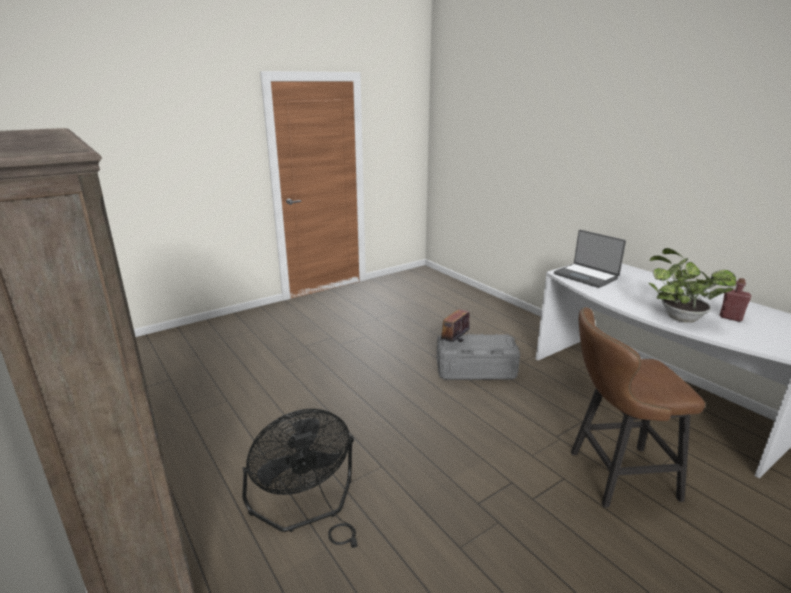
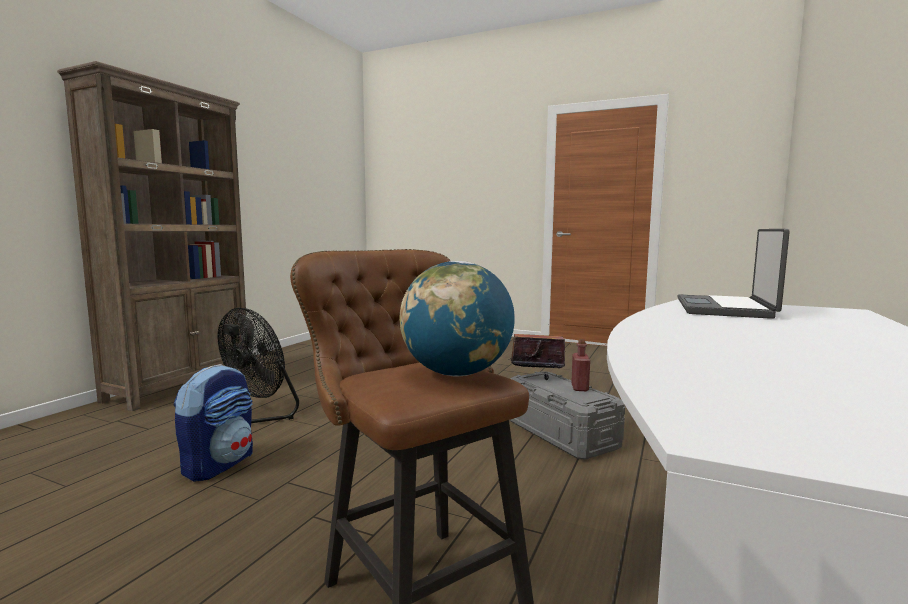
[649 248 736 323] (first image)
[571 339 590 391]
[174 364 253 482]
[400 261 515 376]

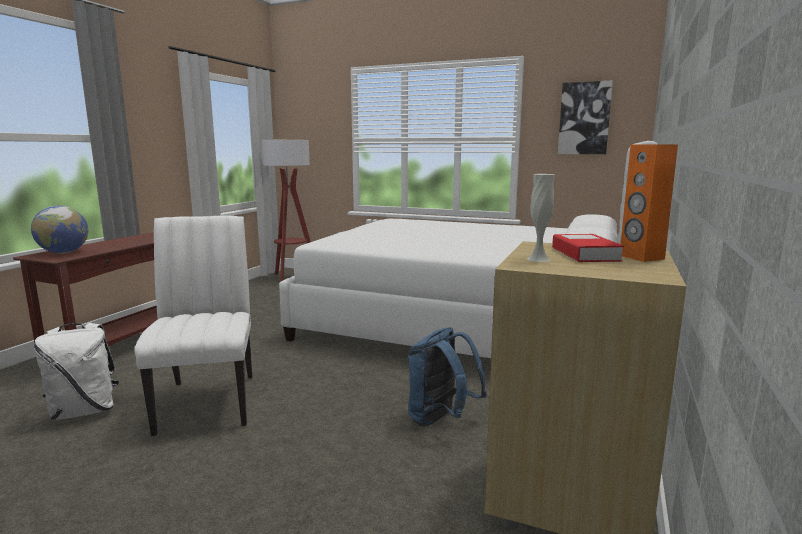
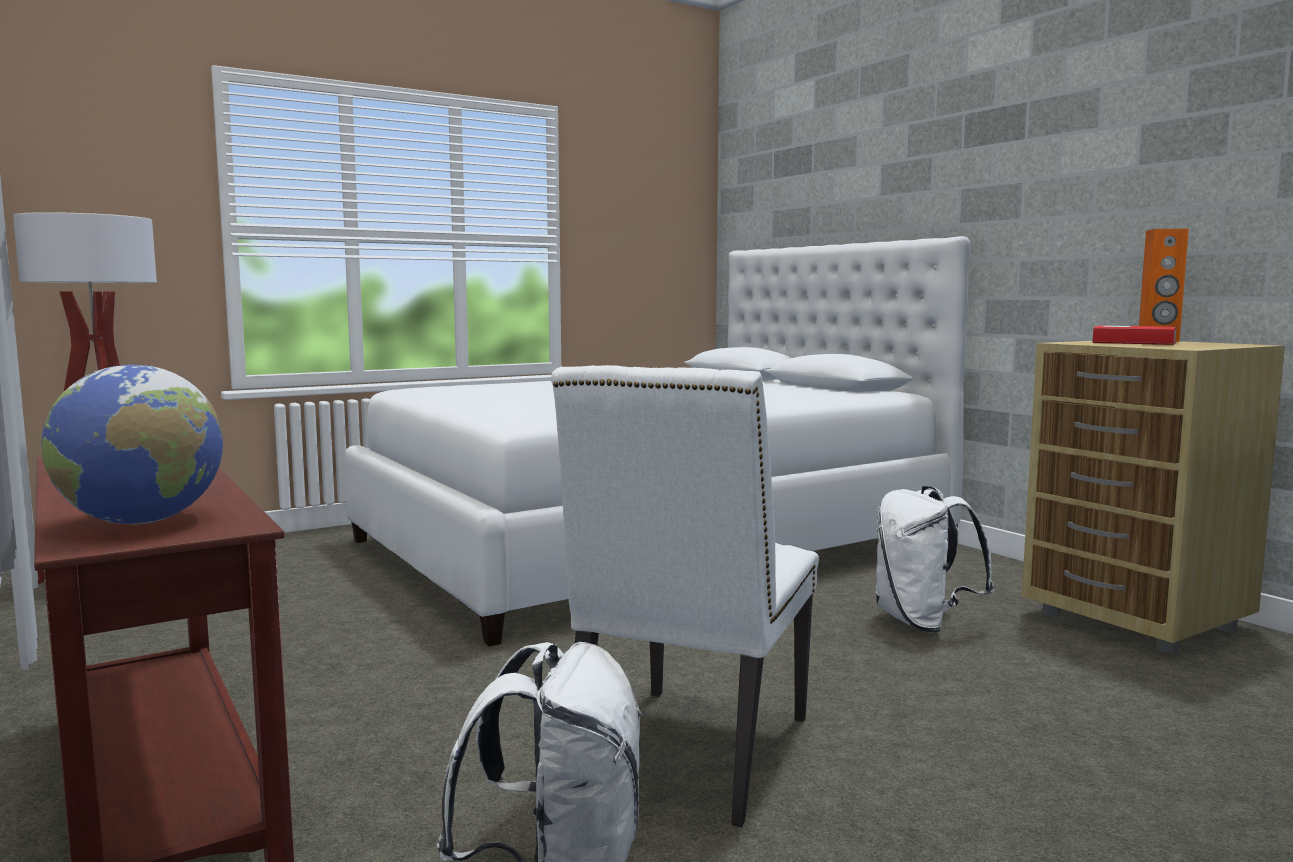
[551 365 819 827]
[875 486 994 633]
[526 174 555 262] (first image)
[558 81 613 154] (first image)

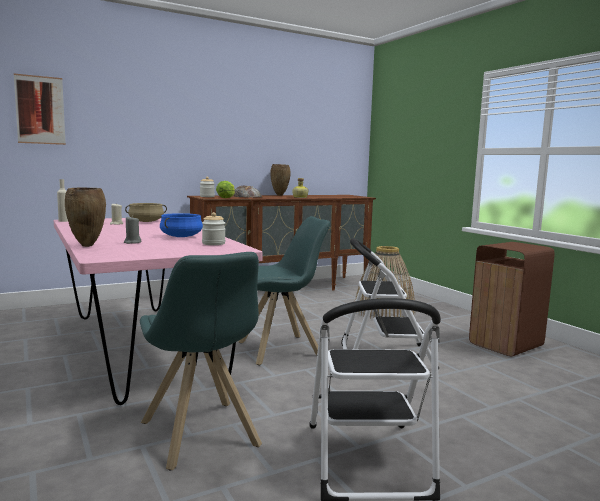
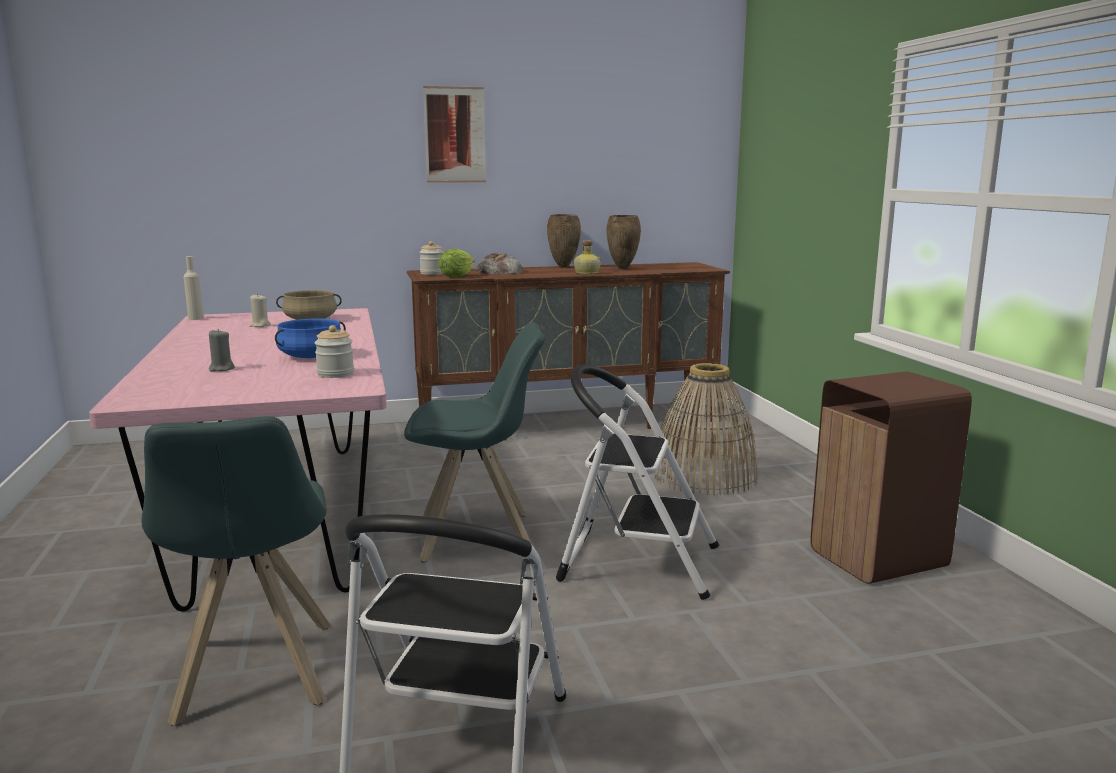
[423 86 486 183]
[606 215 641 269]

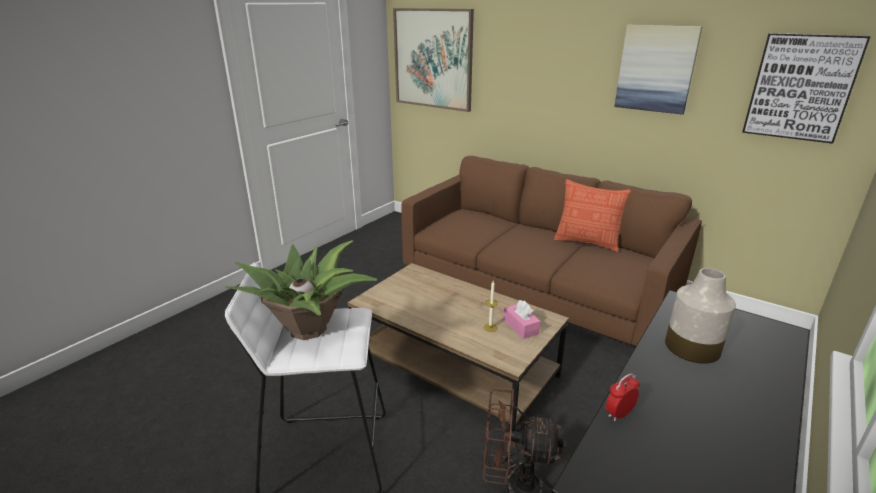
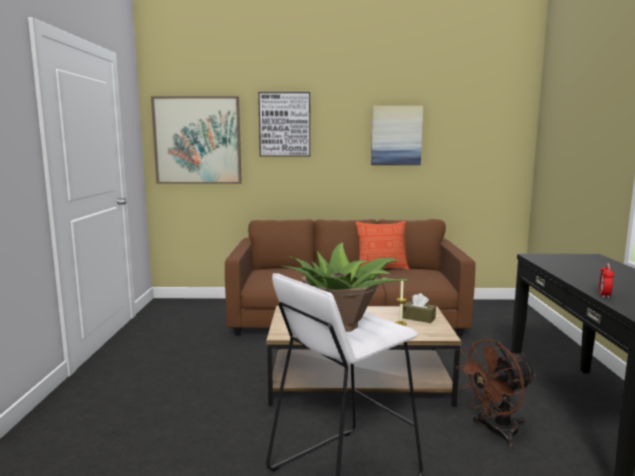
[403 293 436 323]
[665 268 736 364] (first image)
[258 92 310 157]

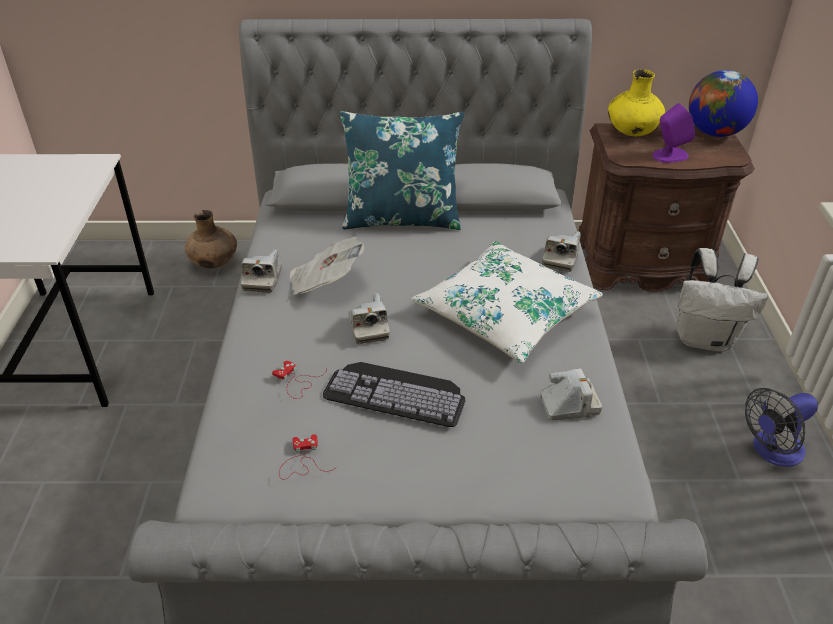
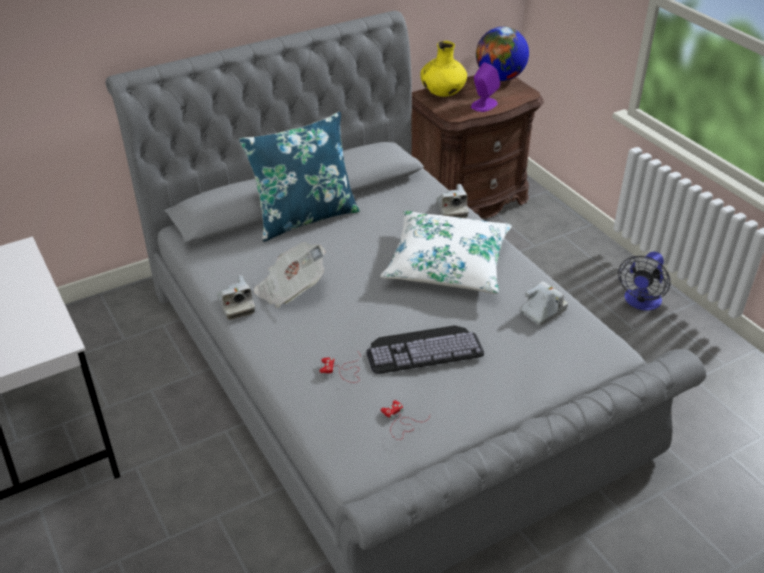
[185 210 237 269] (first image)
[348 293 390 344] (first image)
[676 248 768 352] (first image)

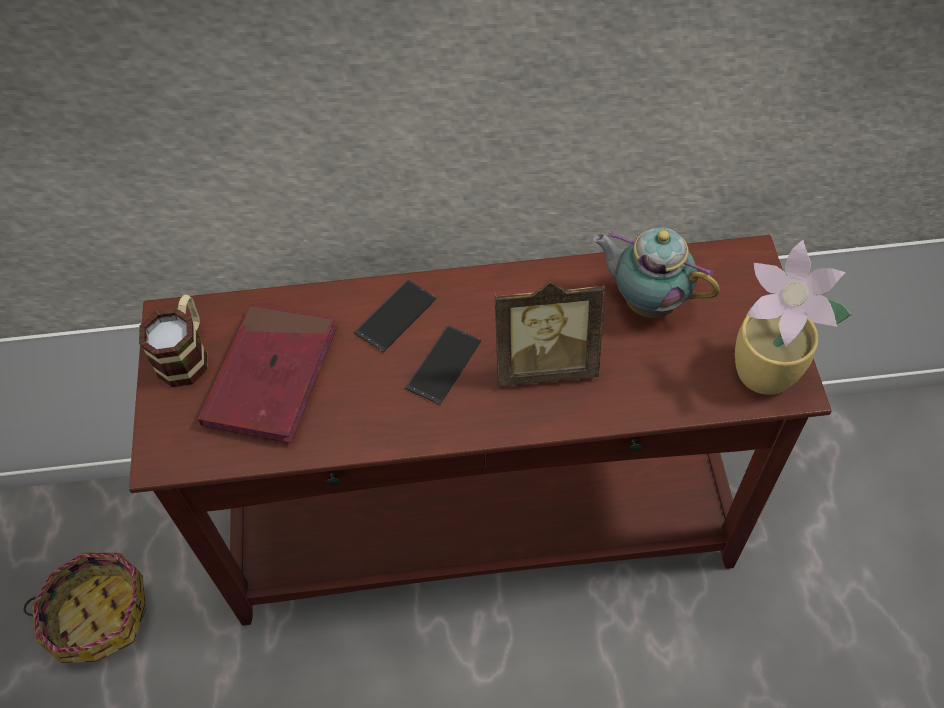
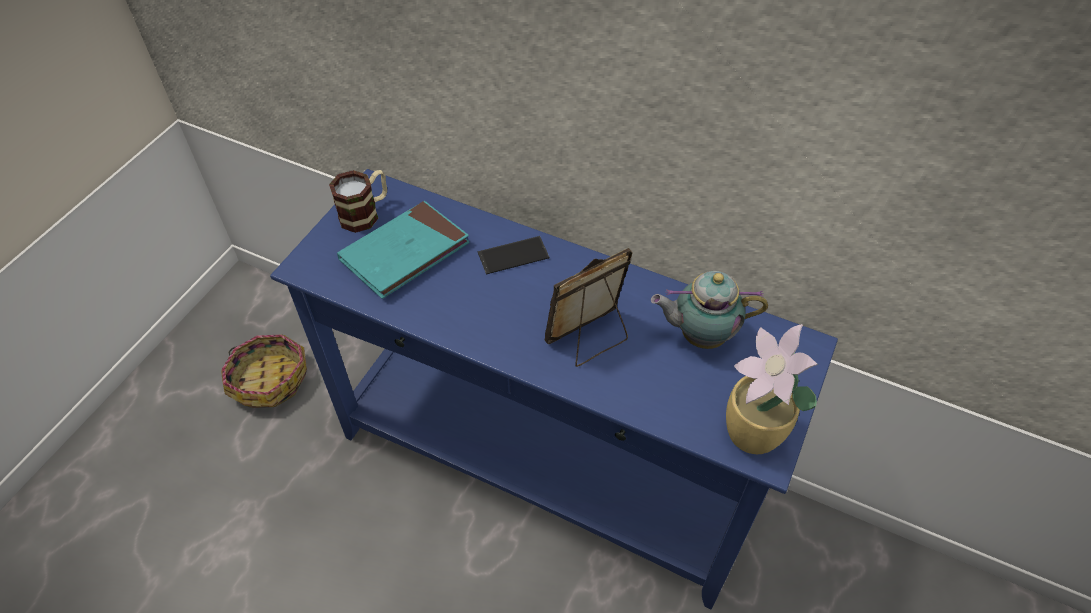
[270 169 838 609]
[337 201 470 299]
[405 325 482 405] (first image)
[545 248 633 367]
[651 271 768 349]

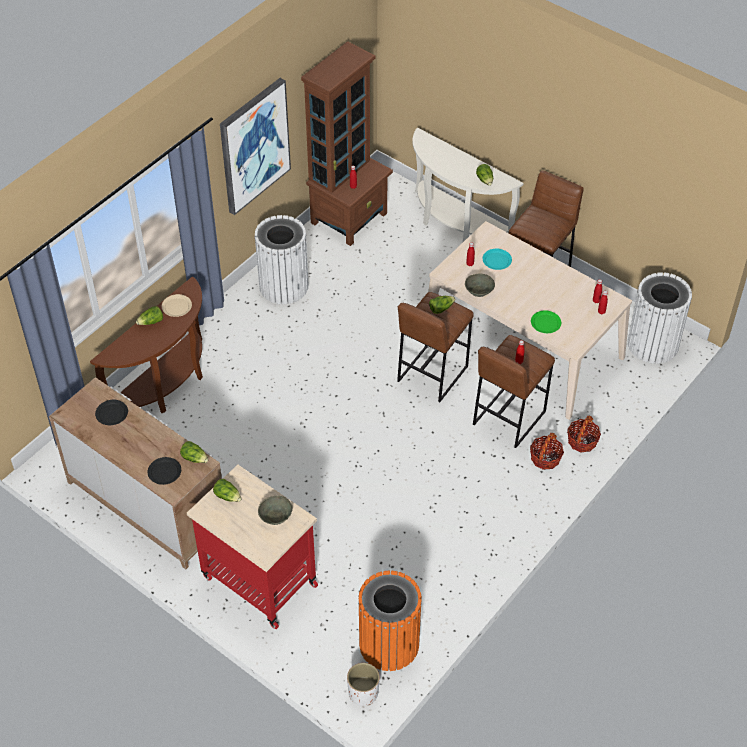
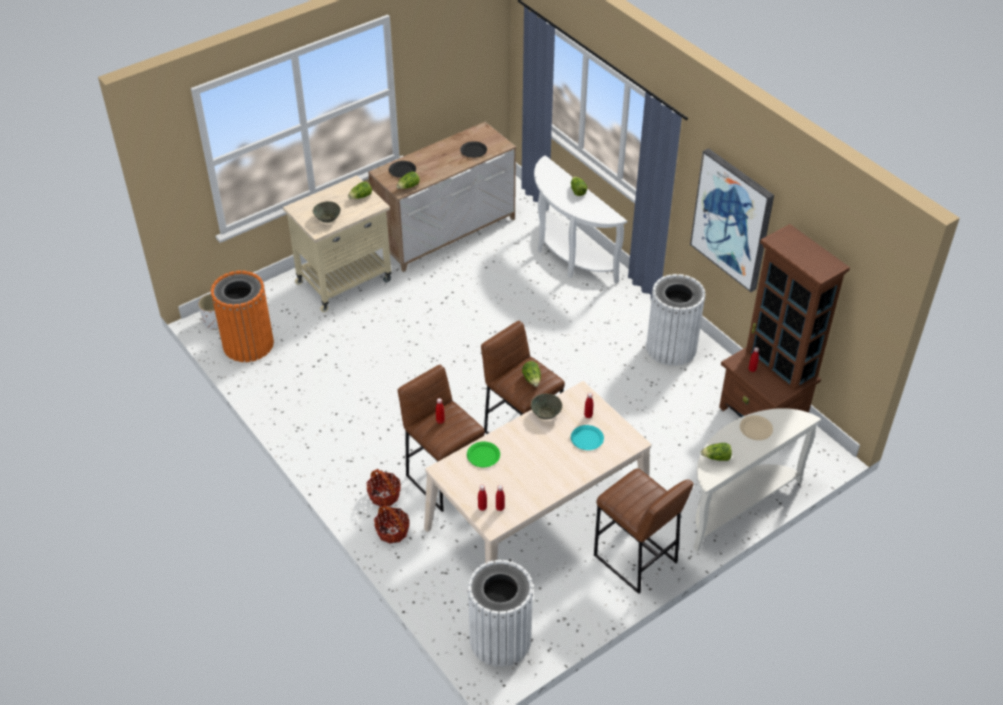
[534 155 627 284]
[740 415 773 440]
[283 175 392 312]

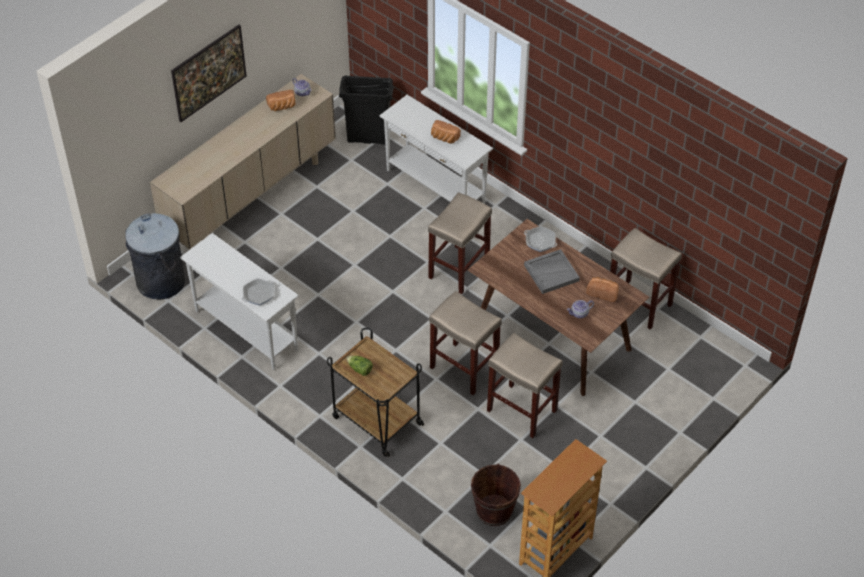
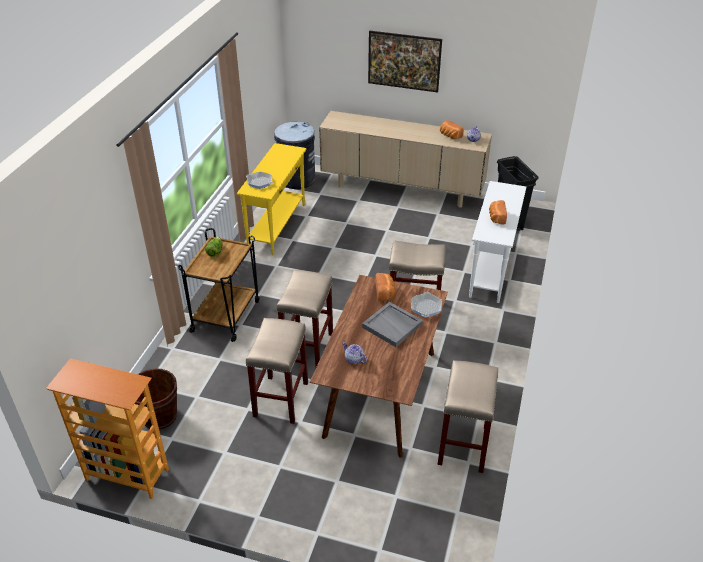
[236 143 307 255]
[375 273 395 301]

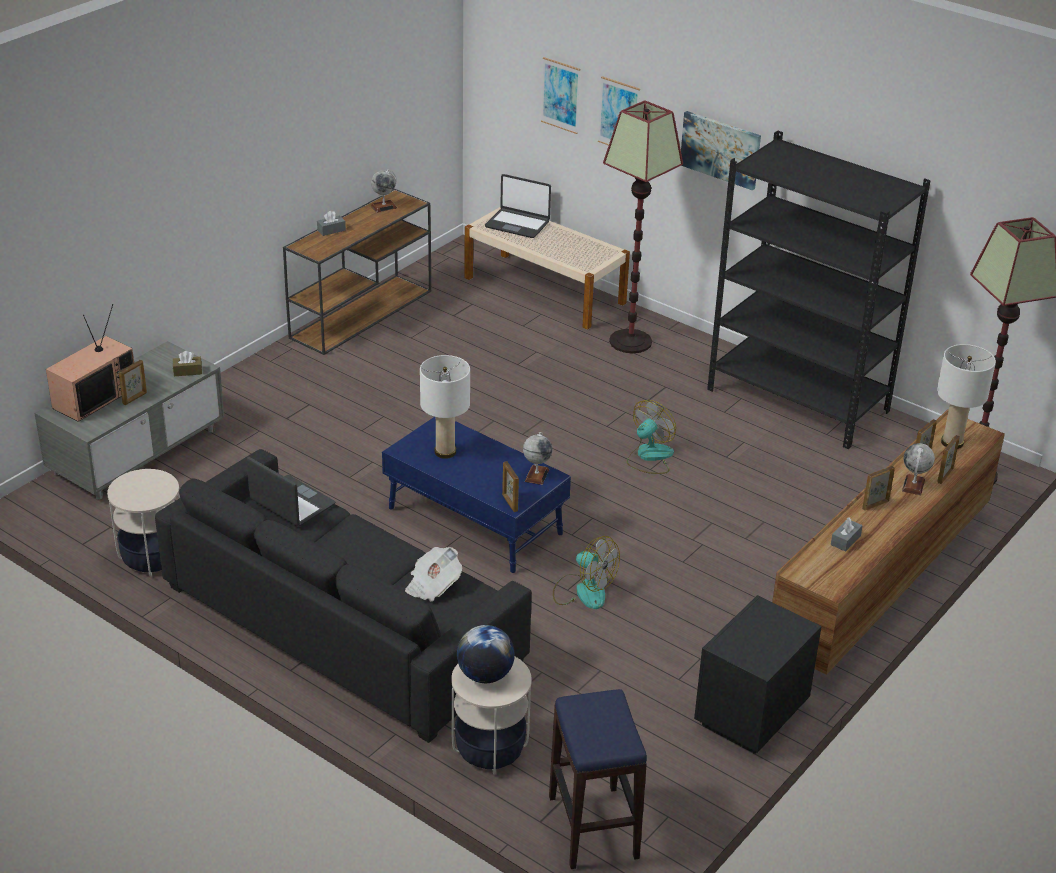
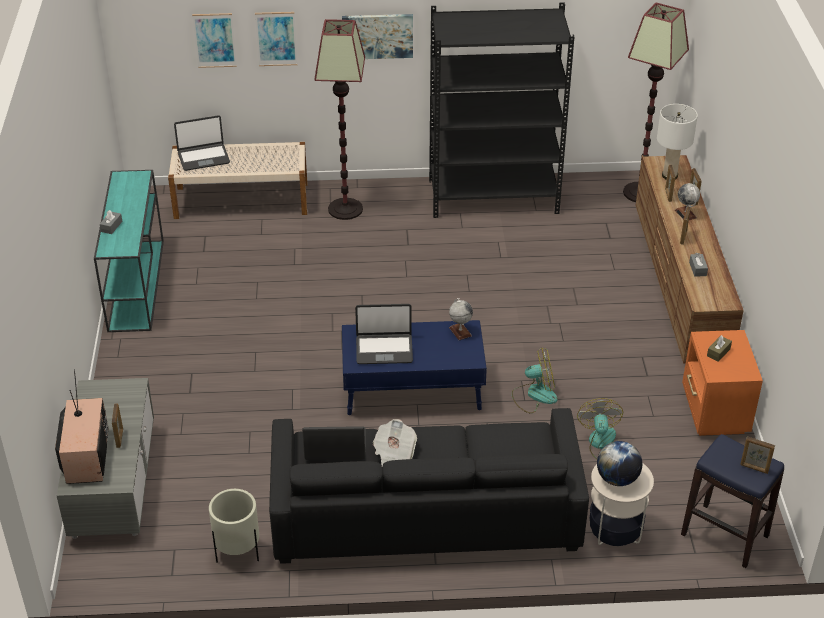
[209 489 259 563]
[707 335 732 362]
[94 170 164 332]
[371 169 397 213] (first image)
[373 419 417 466]
[355 304 413 364]
[740 436 775 474]
[577 398 623 459]
[682 330 763 436]

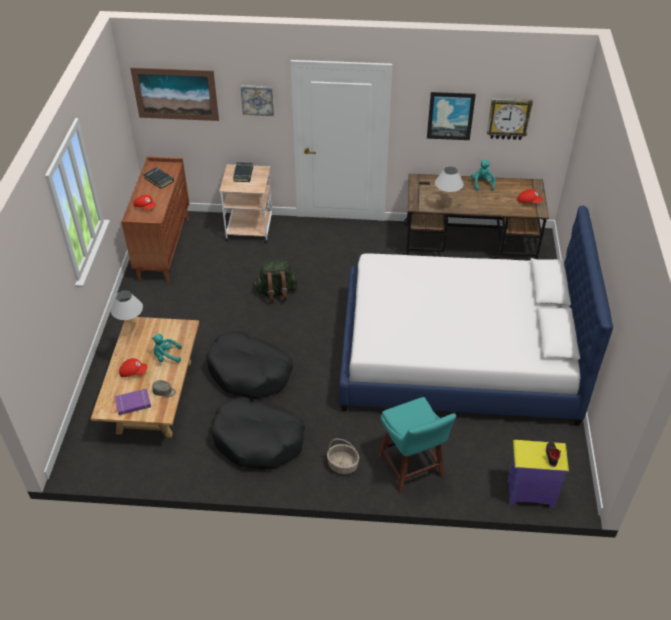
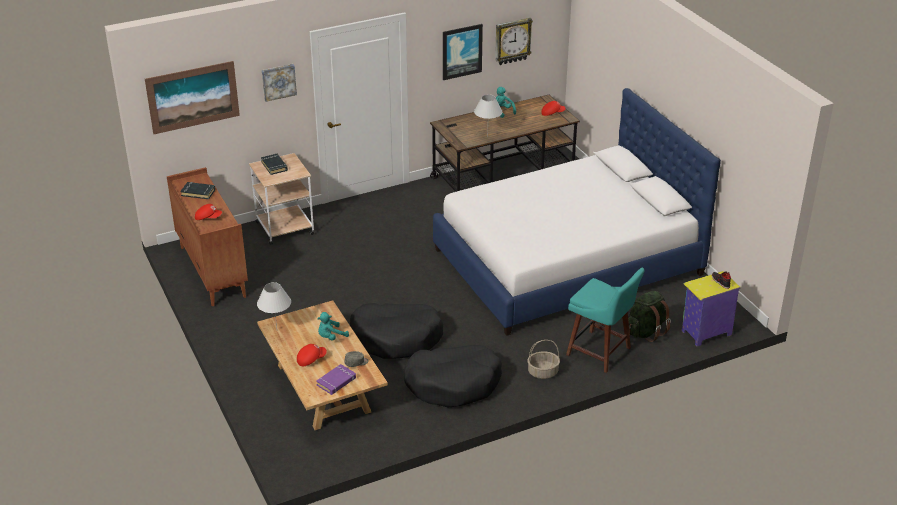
[628 291 671 342]

